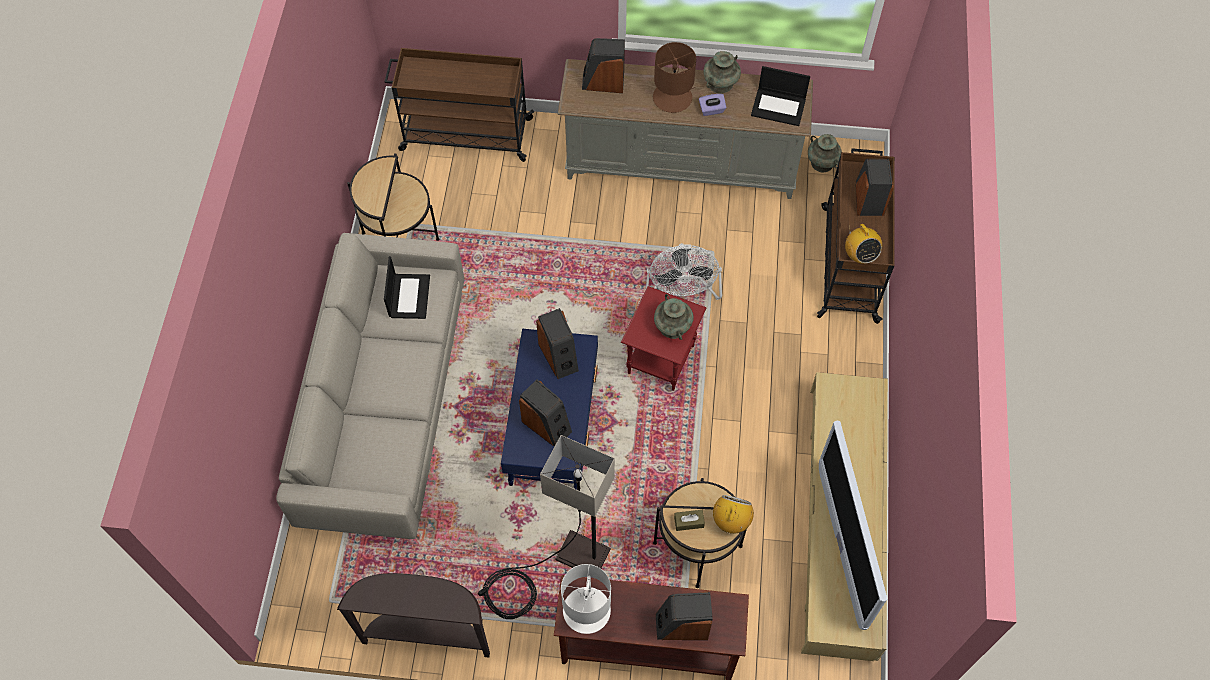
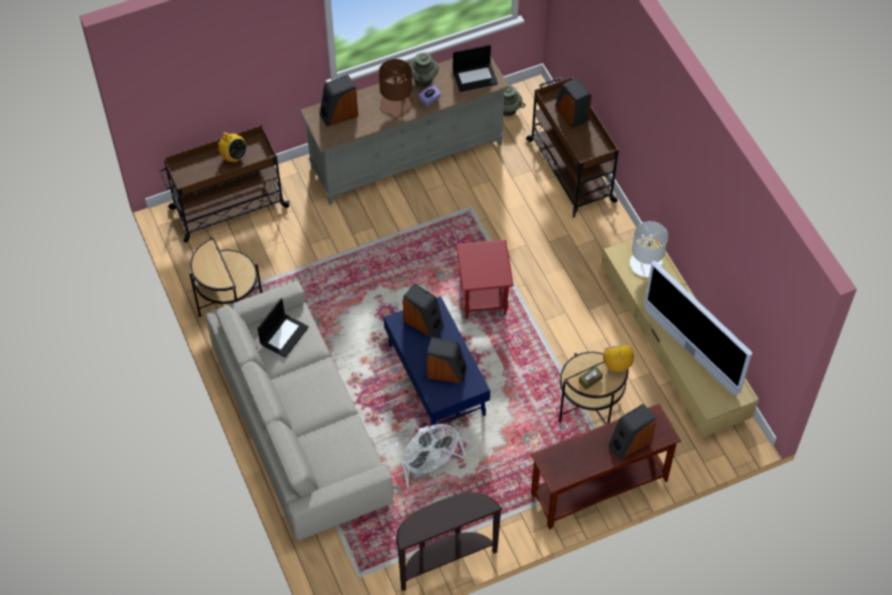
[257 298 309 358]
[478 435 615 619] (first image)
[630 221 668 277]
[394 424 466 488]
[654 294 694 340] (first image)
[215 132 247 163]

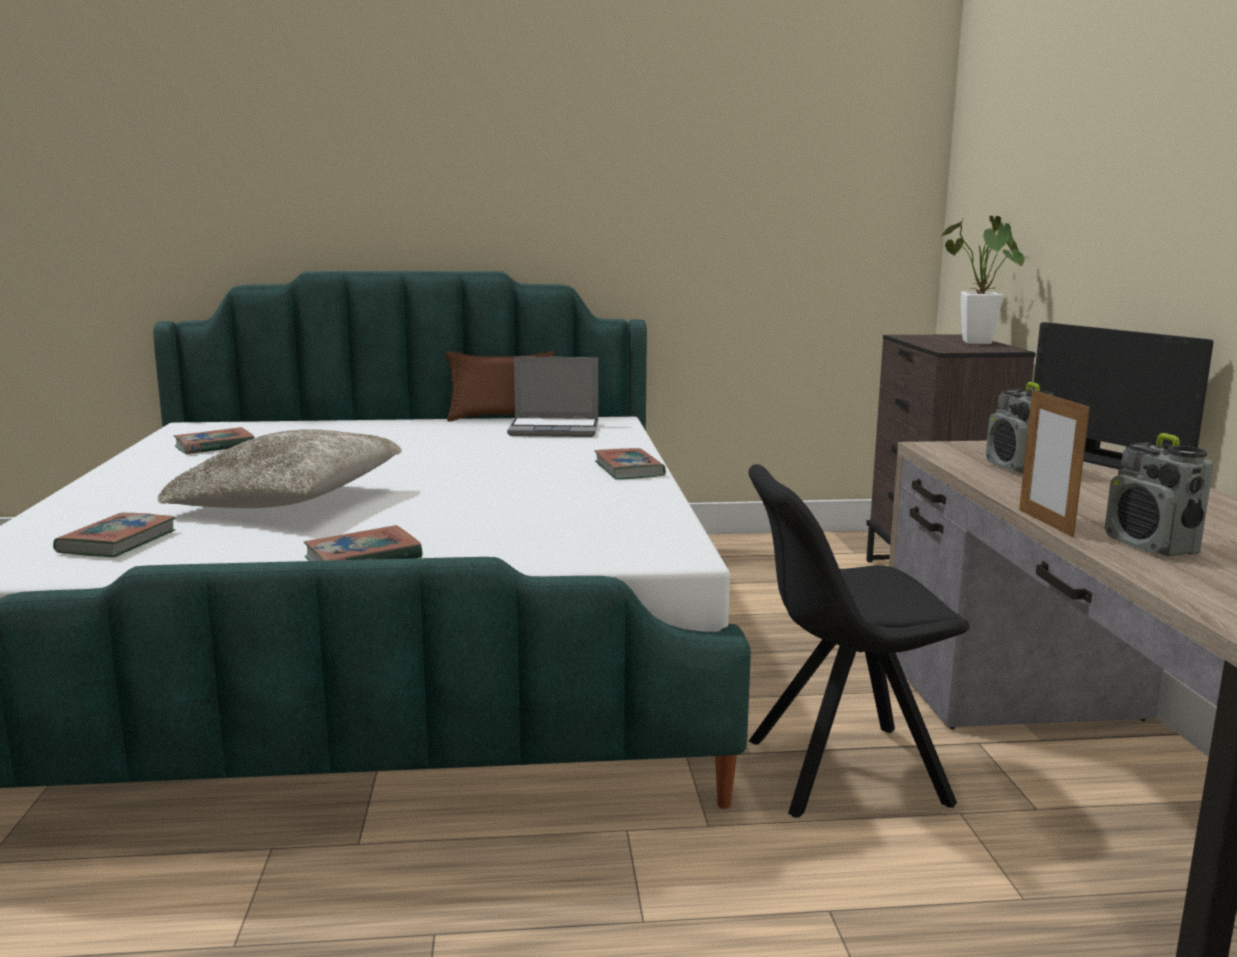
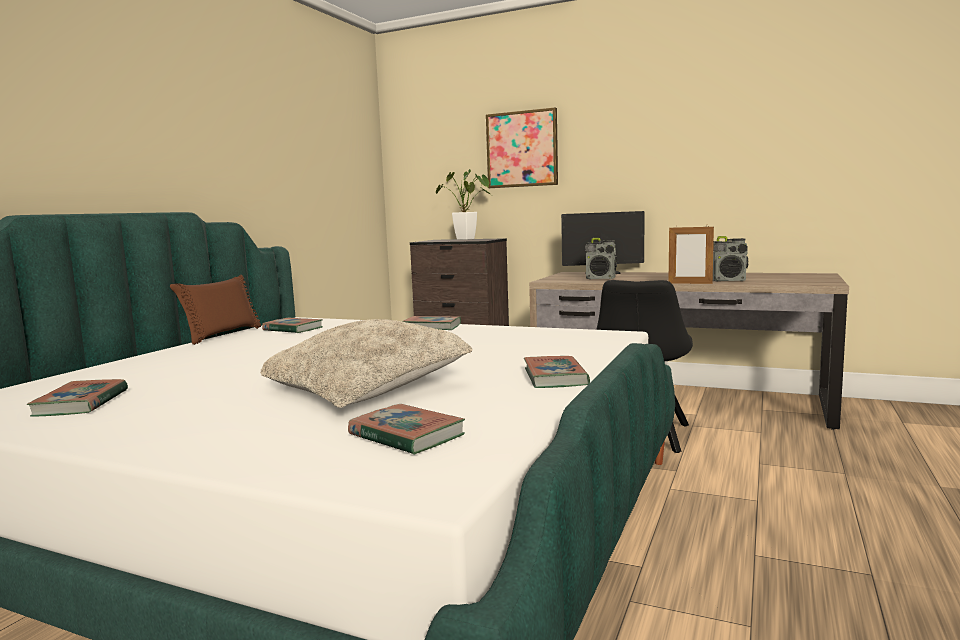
[262 318 323 333]
[486 107 558 188]

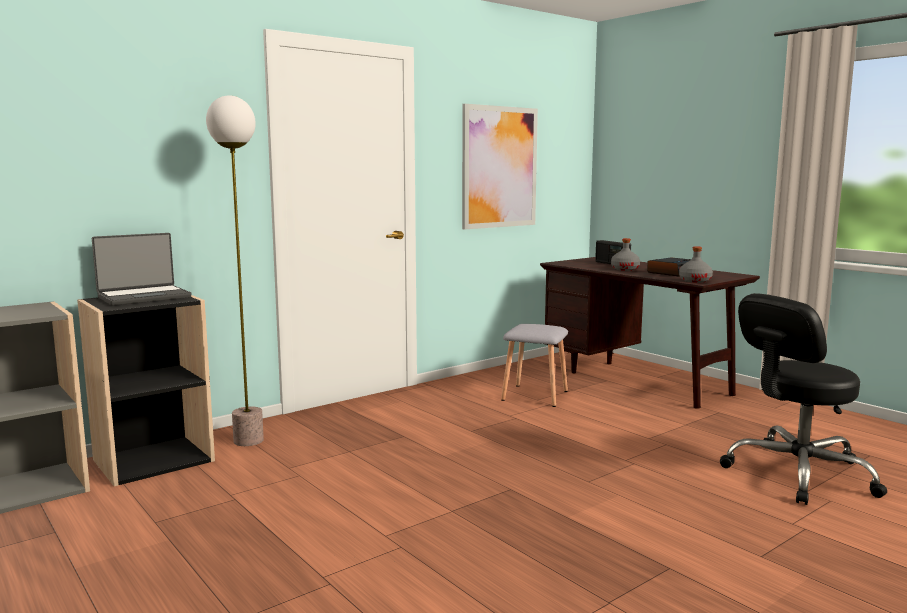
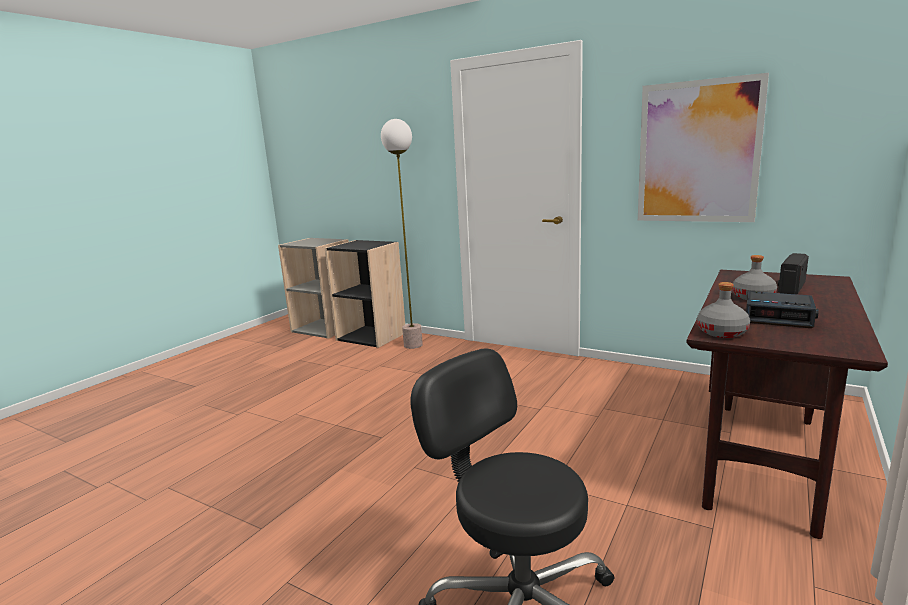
[92 233 191 306] (first image)
[501 324 568 407] (first image)

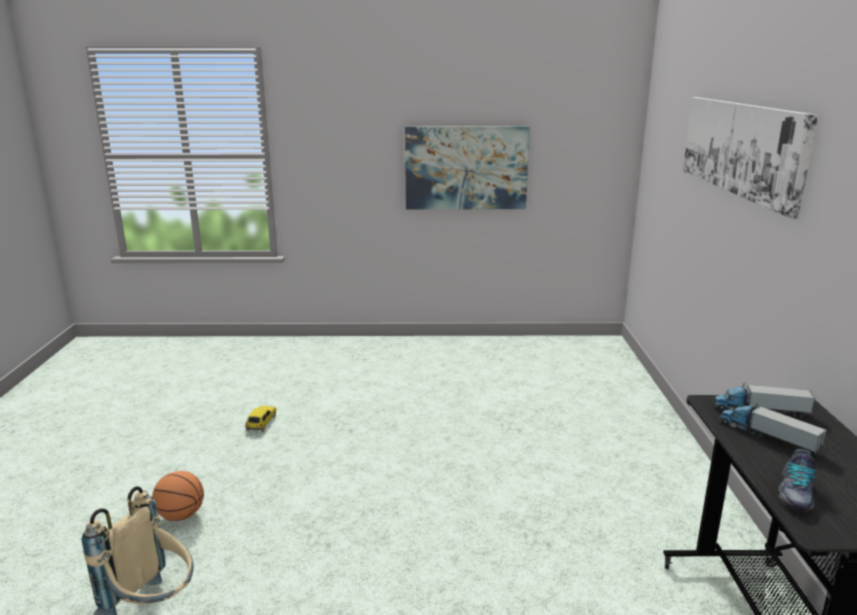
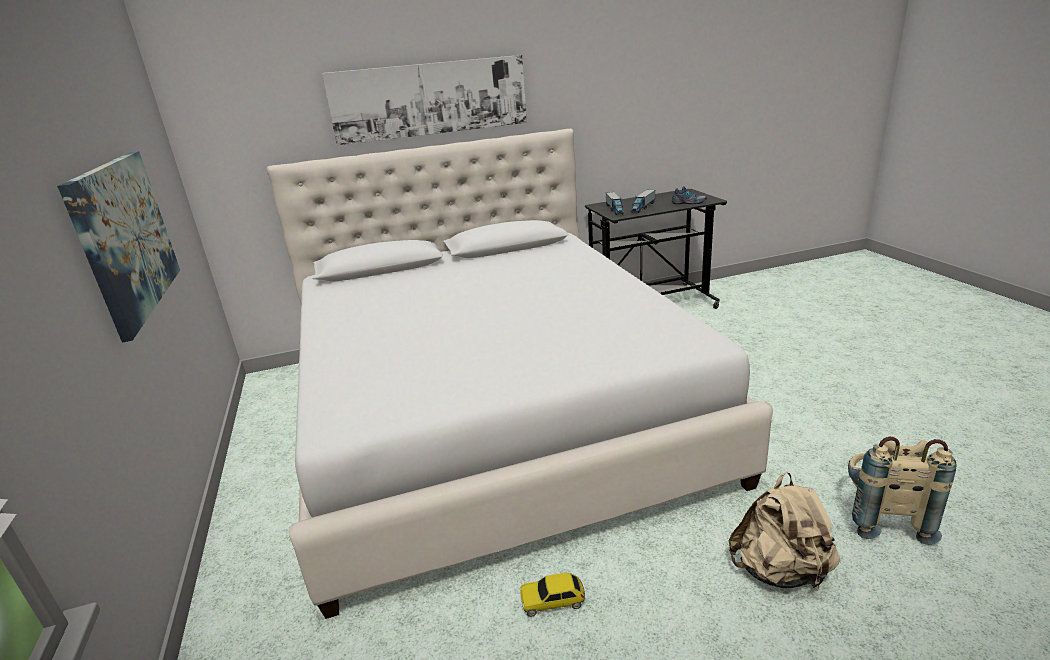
[729 472 840 591]
[267 129 773 619]

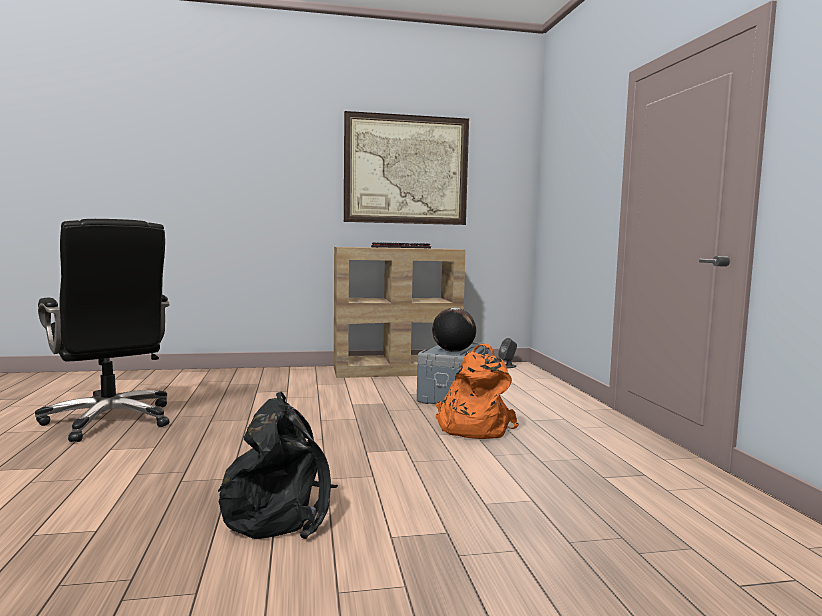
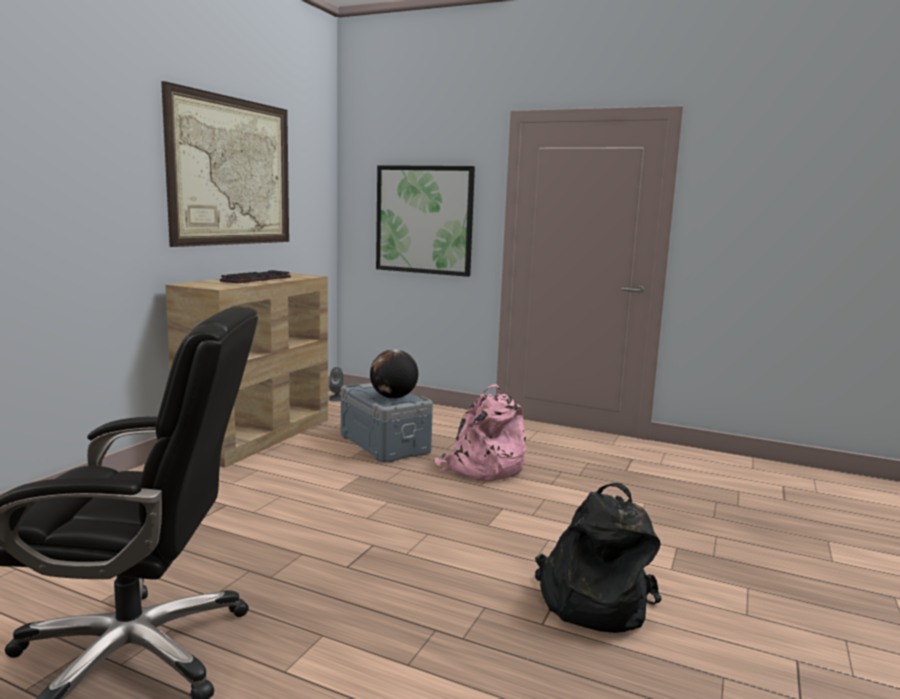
[435 384 526 481]
[376 165 475 277]

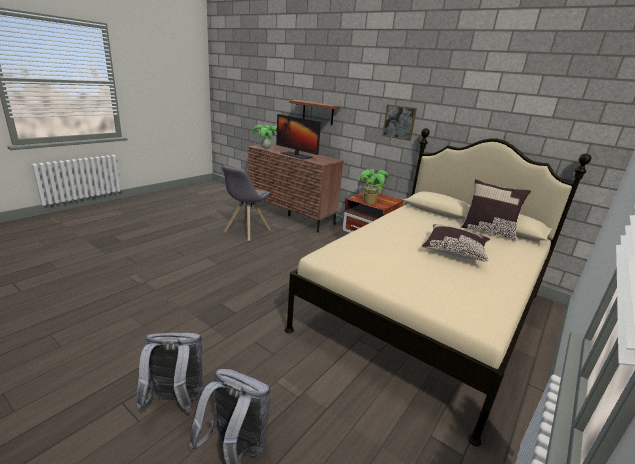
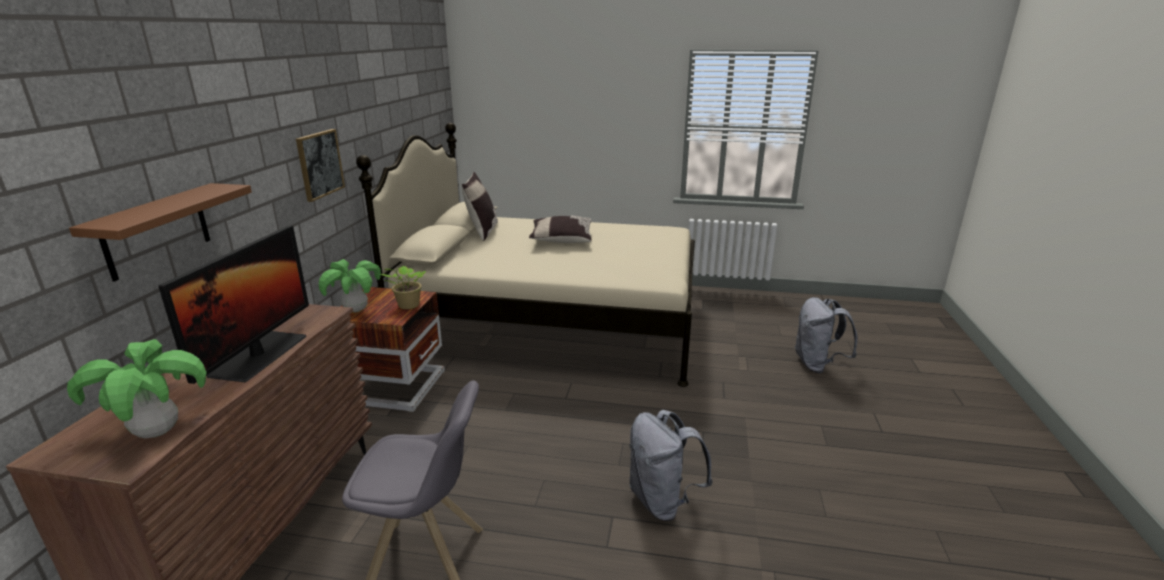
[629 410 713 521]

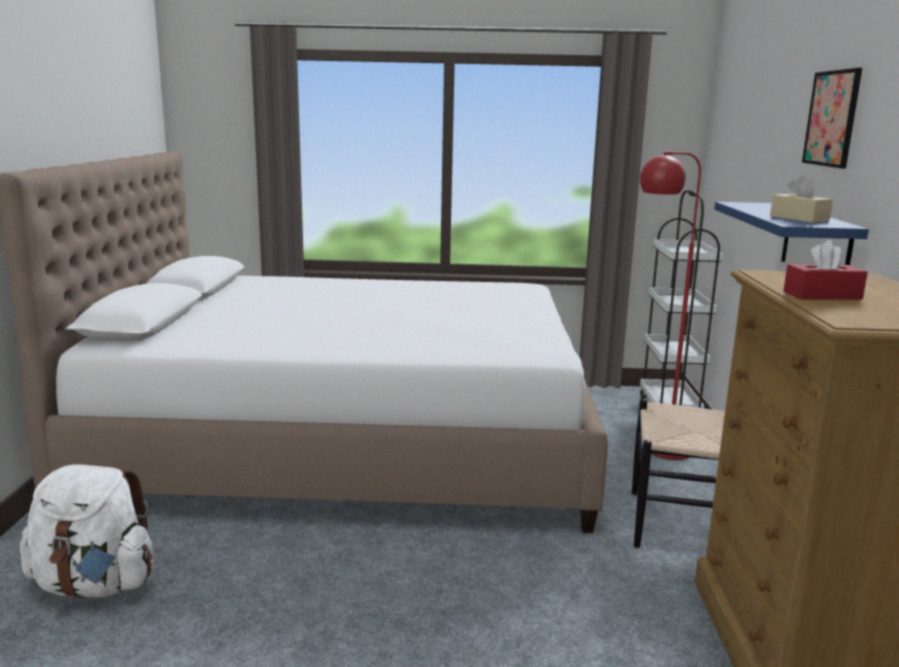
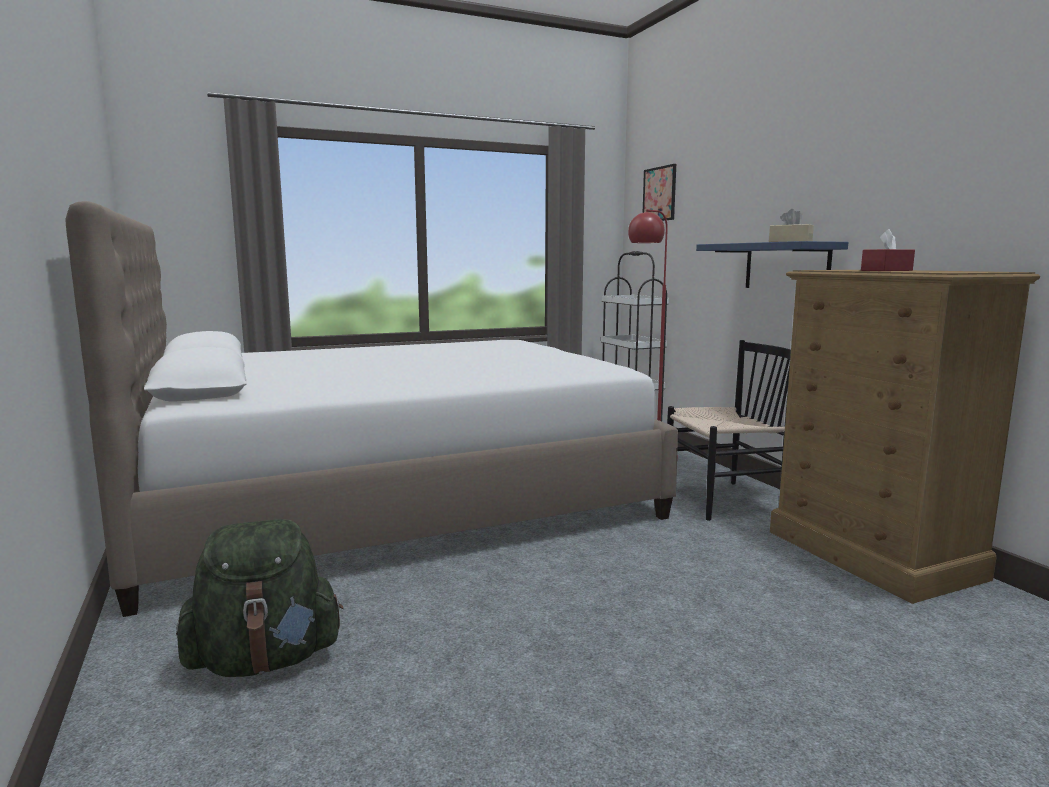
[176 519 344 677]
[643 164 676 221]

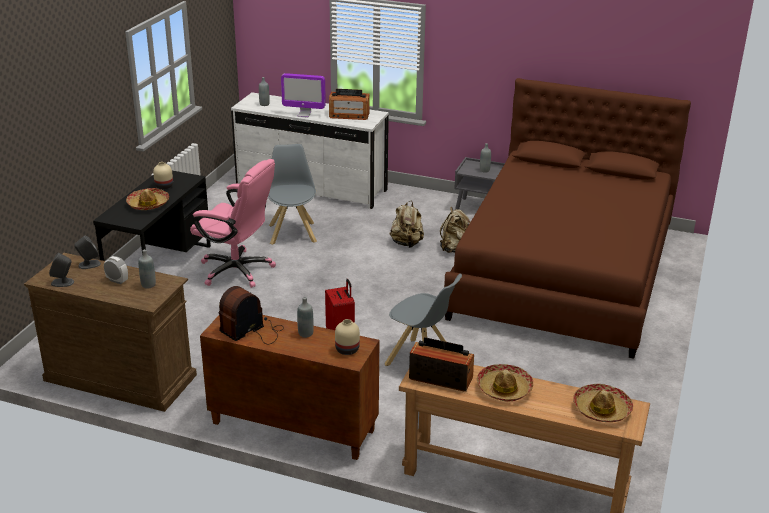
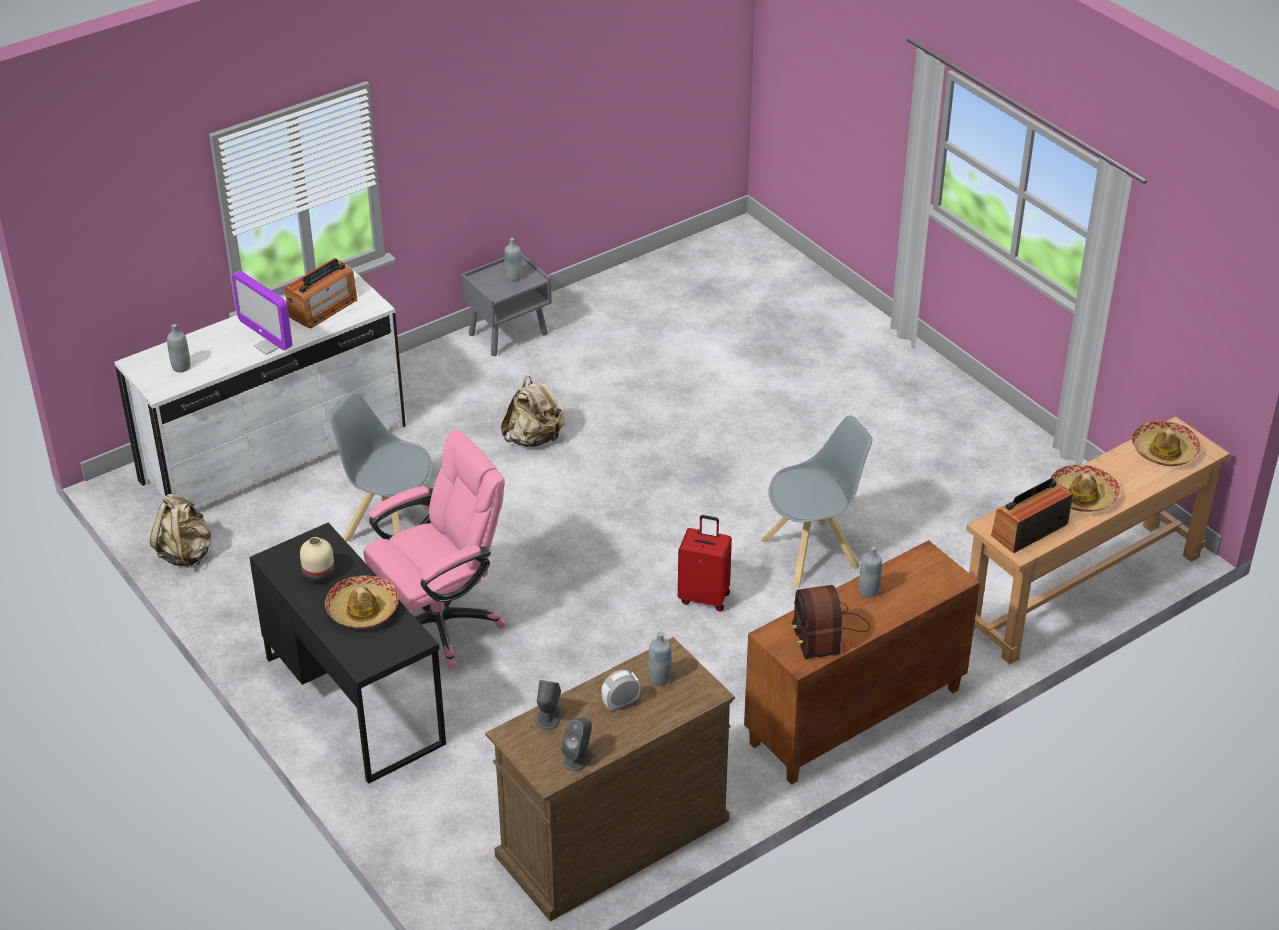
[232 271 292 355]
[335 319 360 355] (first image)
[150 494 212 568]
[444 78 691 359] (first image)

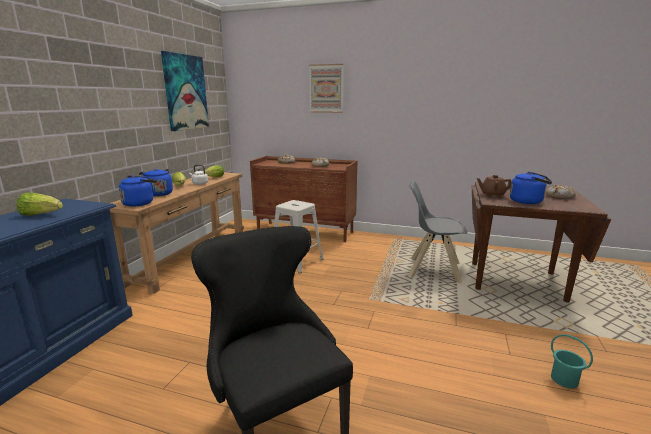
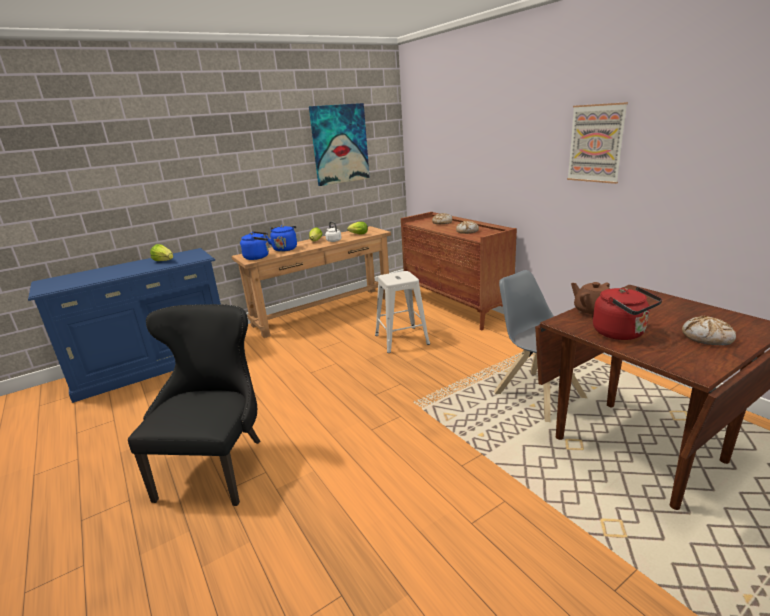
[567 102 628 184]
[593 287 662 340]
[551 334 593 389] (first image)

